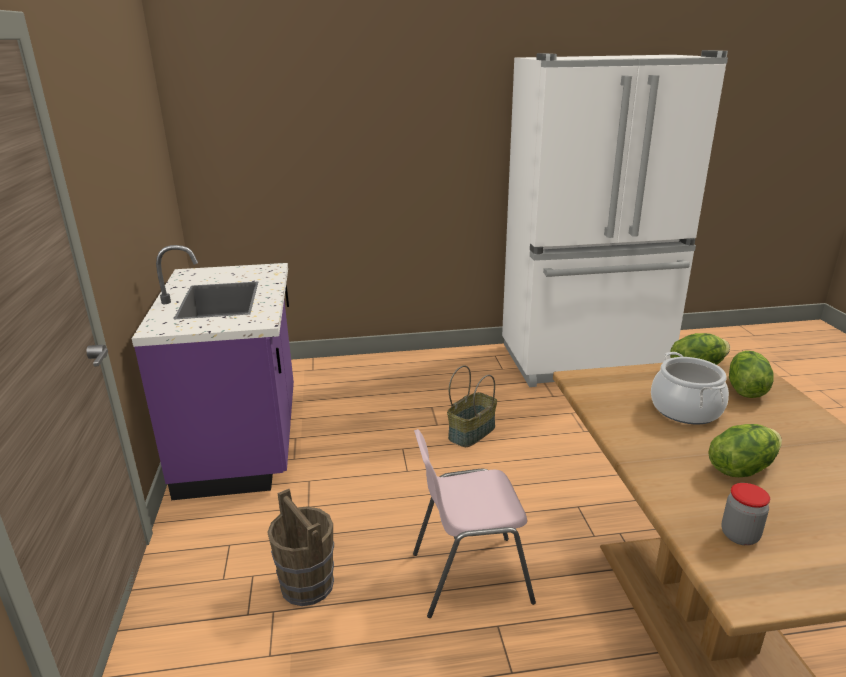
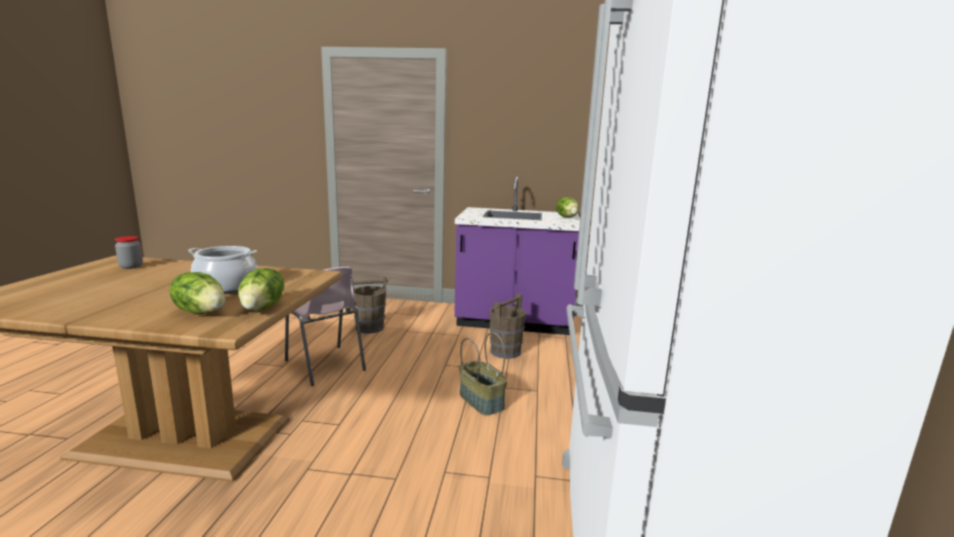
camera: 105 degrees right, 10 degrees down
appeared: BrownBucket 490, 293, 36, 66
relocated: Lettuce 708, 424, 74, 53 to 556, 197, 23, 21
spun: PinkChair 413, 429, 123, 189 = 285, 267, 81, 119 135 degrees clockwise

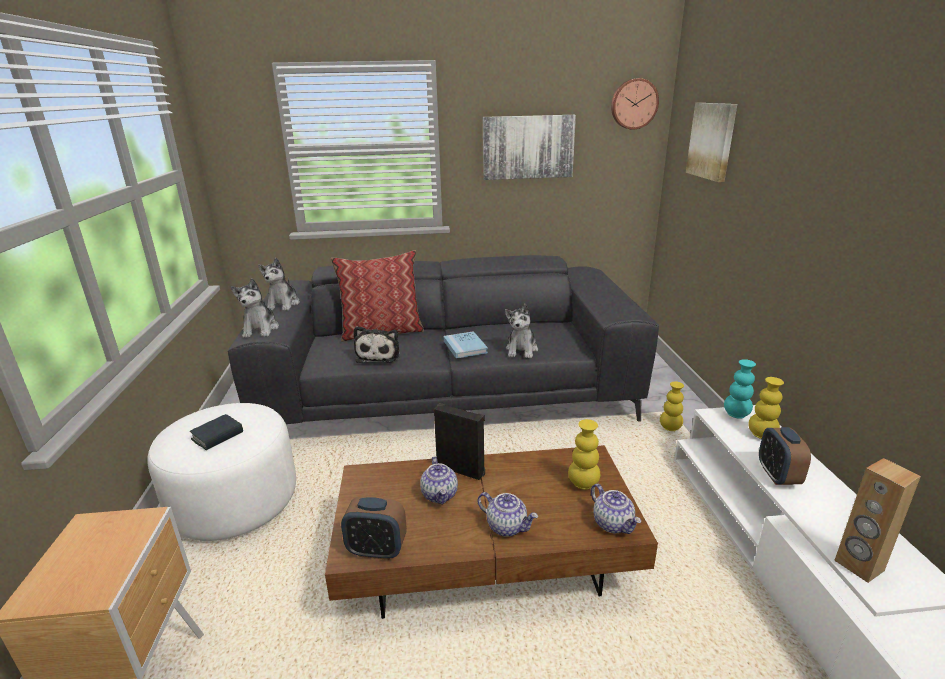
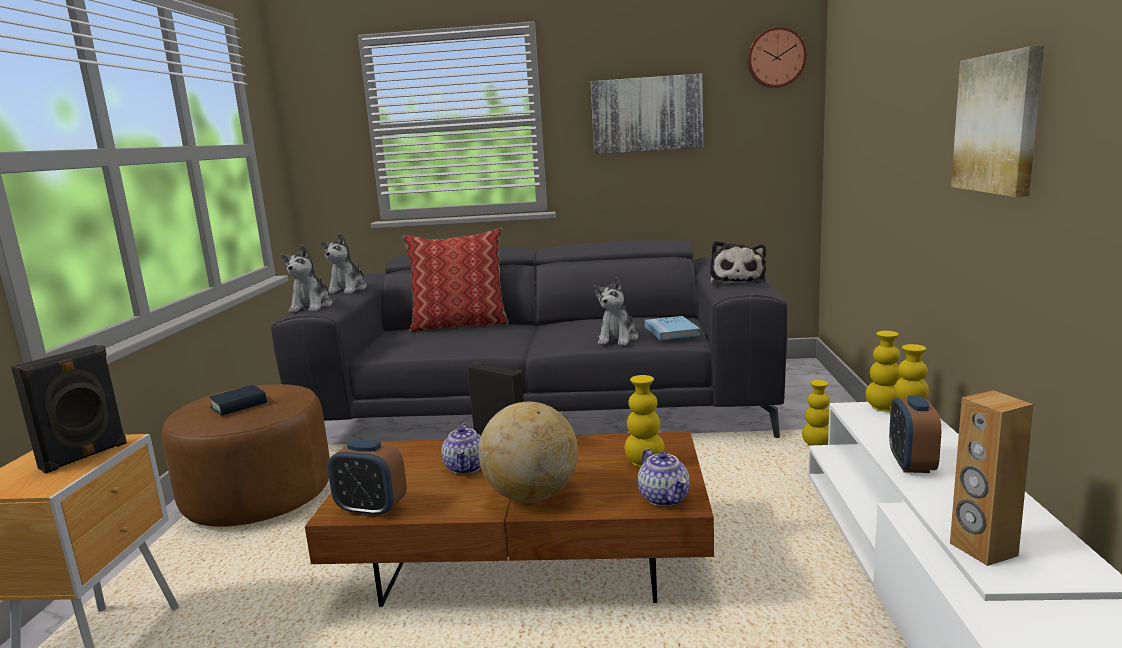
camera: 10 degrees right, 10 degrees down
appeared: BlackSpeaker 11, 345, 116, 129
relocated: Picture 686, 103, 51, 79 to 951, 45, 93, 152; PlushToy 354, 326, 45, 37 to 710, 241, 56, 43; BlueBook 444, 331, 44, 28 to 645, 316, 55, 24
exchanged: Teapot 477, 492, 61, 45 to Globe 479, 402, 99, 100
colour: TurquoiseVase 724, 359, 32, 60 to YellowVase 865, 331, 36, 81; WhiteOttoman 147, 403, 149, 138 to BrownOttoman 162, 384, 168, 143

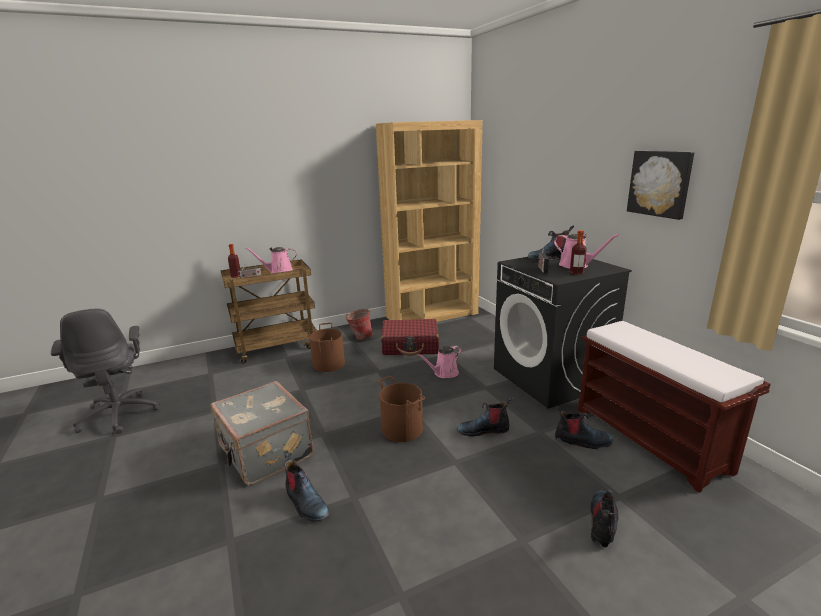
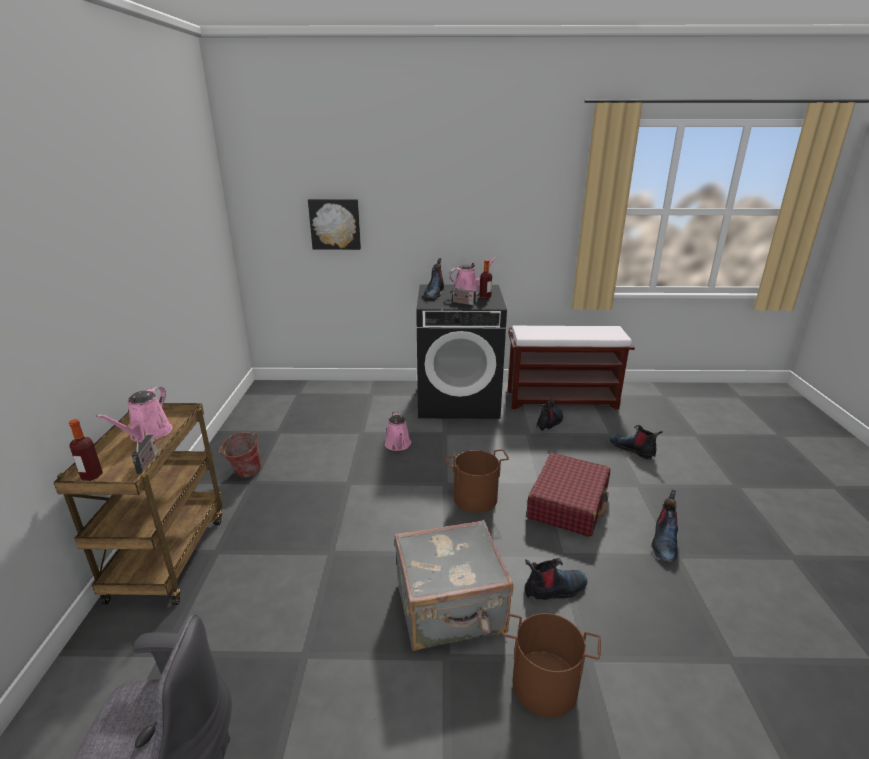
camera: 65 degrees left, 5 degrees up
missing: BrownBookcase 376, 120, 106, 202
relocated: Picture 627, 151, 67, 69 to 308, 199, 53, 51; RedSuitcase 381, 319, 58, 37 to 527, 453, 83, 84; BrownBucket 309, 323, 36, 49 to 503, 613, 98, 105; Boot 457, 397, 56, 40 to 651, 490, 27, 72

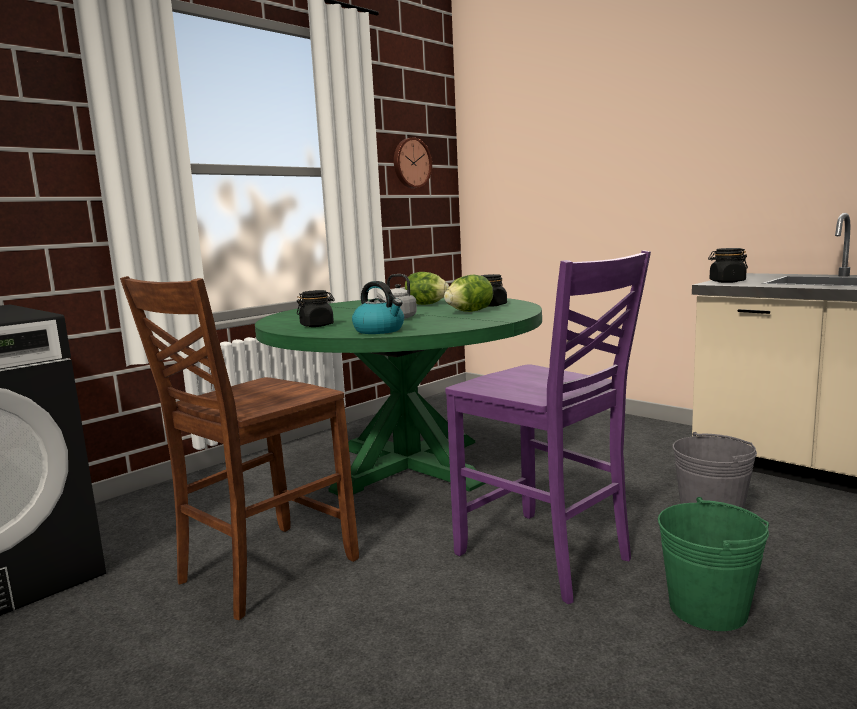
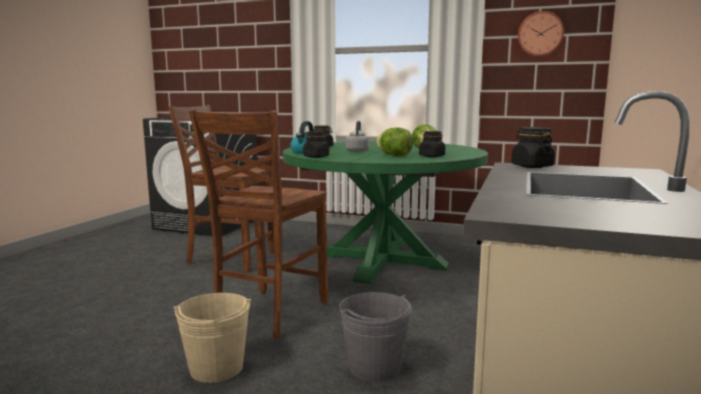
camera: 65 degrees right, 0 degrees up
appeared: BlackJar 303, 131, 26, 27
colour: PurpleChair 445, 250, 206, 354 to BrownChair 189, 110, 139, 229; GreenBucket 658, 497, 111, 134 to BeigeBucket 174, 293, 77, 90

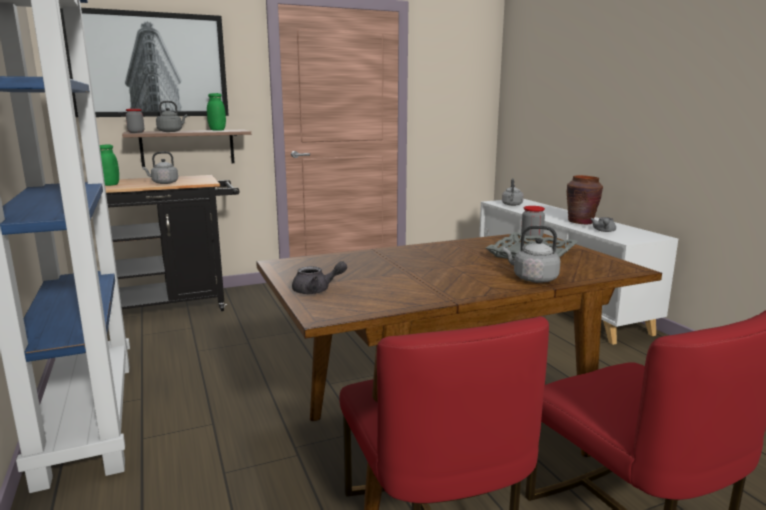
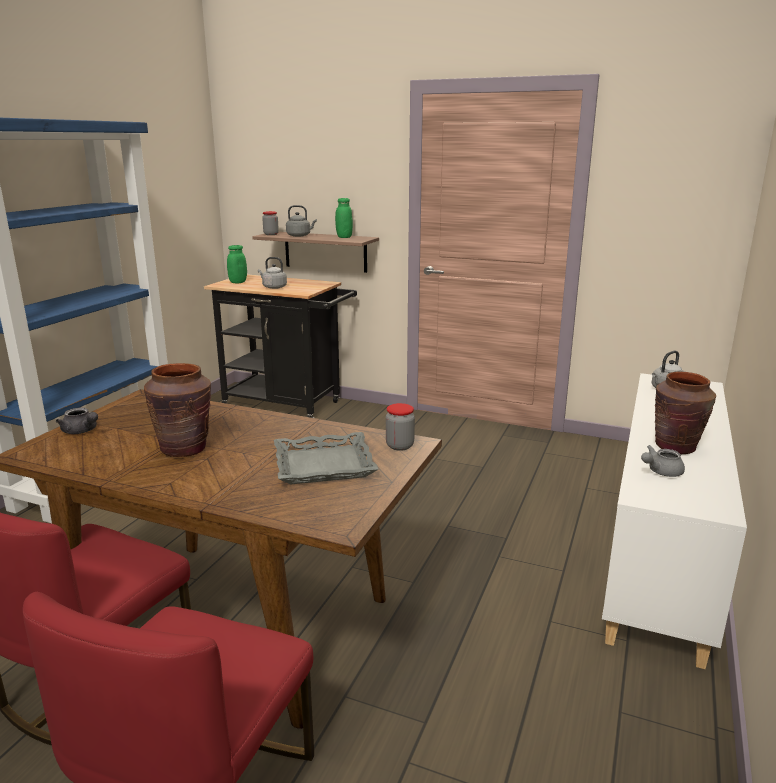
camera: 45 degrees right, 5 degrees up
missing: Picture 60, 8, 169, 109; GreyKettle 503, 226, 58, 57
appeared: BrownVase 144, 363, 67, 94

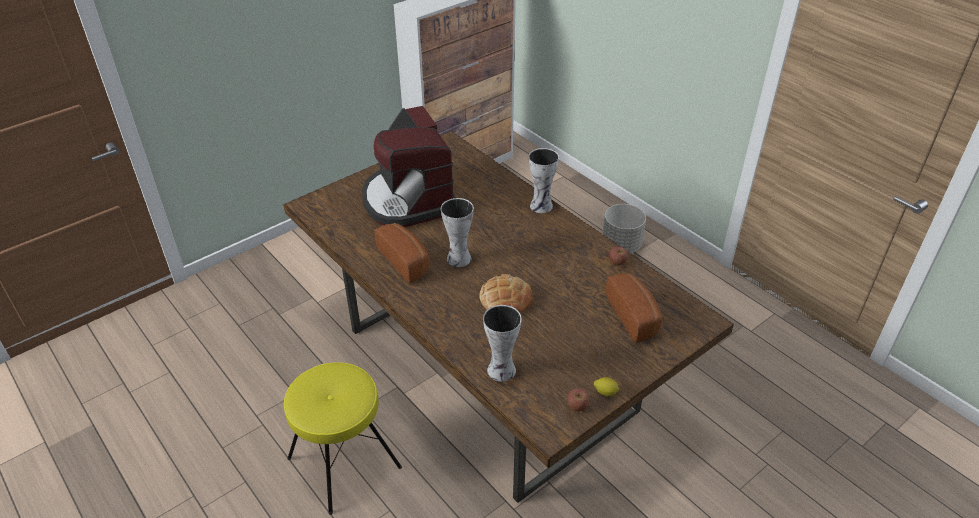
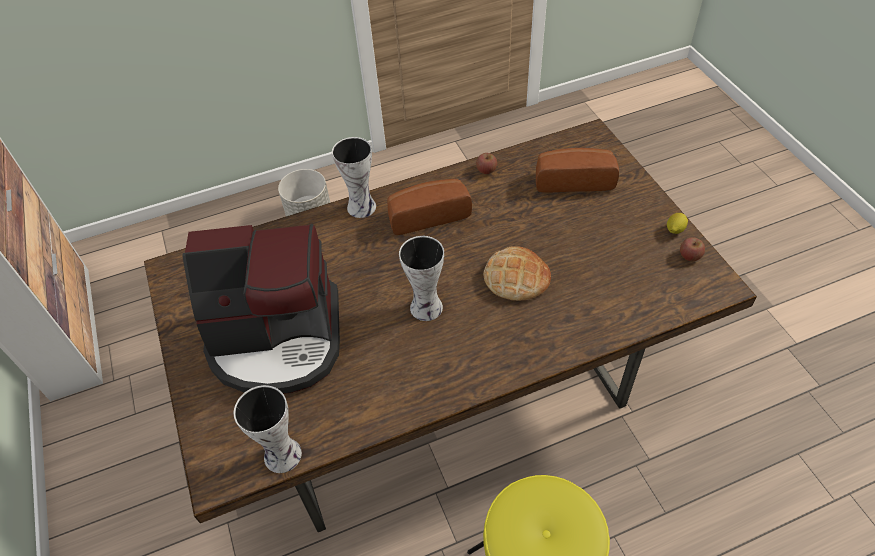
camera: 70 degrees left, 10 degrees up
relocated: Bread 375, 223, 55, 60 to 387, 179, 85, 56; Vase 483, 305, 39, 77 to 234, 385, 68, 88

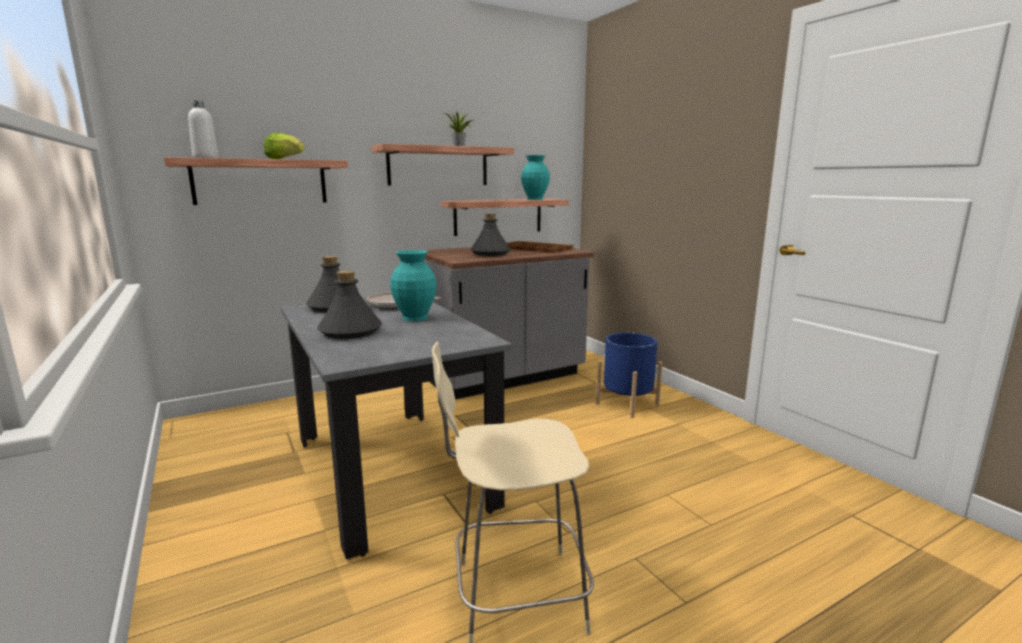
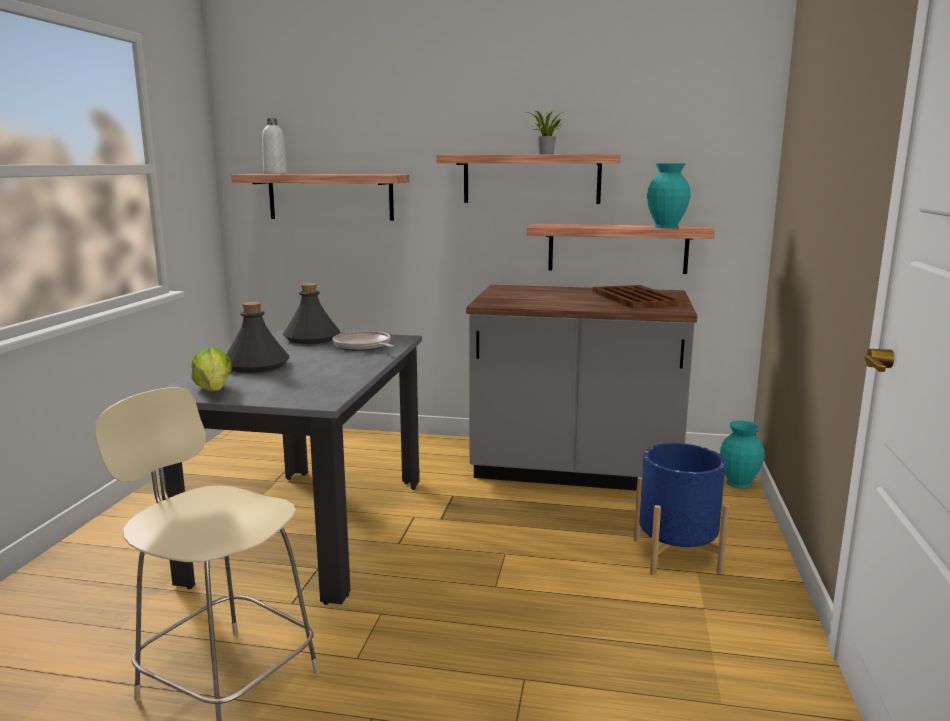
camera: 40 degrees right, 0 degrees up
missing: GreyBottle 470, 213, 40, 43
relocated: Lettuce 264, 132, 41, 27 to 191, 348, 41, 43; TurquoiseVase 390, 250, 46, 71 to 720, 421, 45, 68

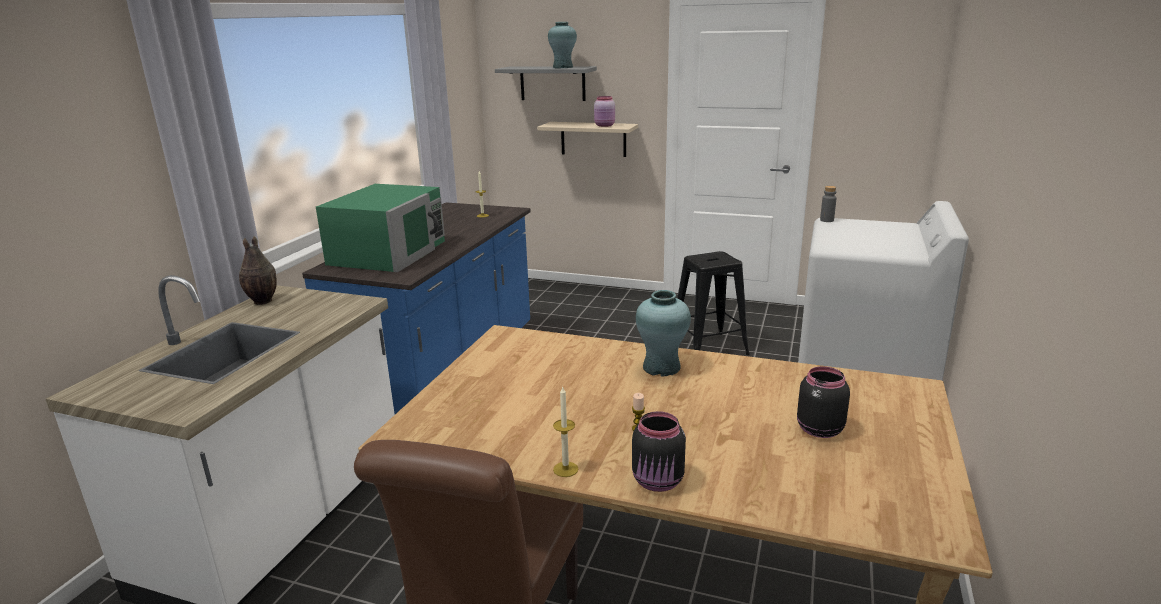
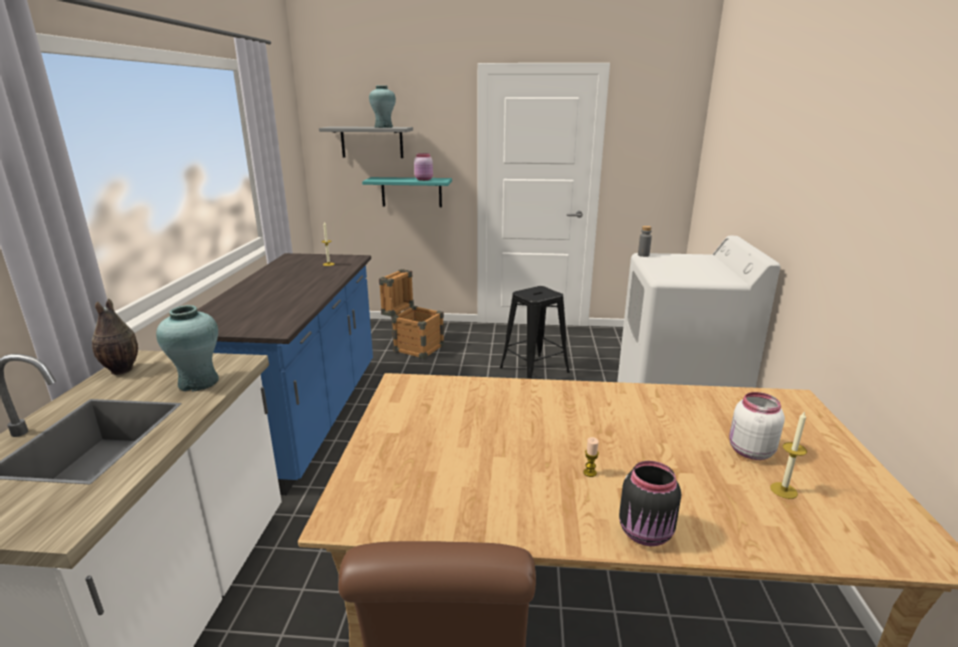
camera: 15 degrees left, 0 degrees up
missing: GreenMicrowave 316, 184, 129, 88
appeared: Crate 379, 269, 65, 90
relocated: TurquoiseVase 636, 290, 55, 87 to 156, 305, 63, 87; Candle 553, 387, 25, 90 to 770, 411, 37, 88
colour: BeigeShelf 537, 122, 101, 35 to TurquoiseShelf 362, 177, 90, 30; BlackJar 797, 366, 53, 72 to WhiteJar 729, 392, 56, 68

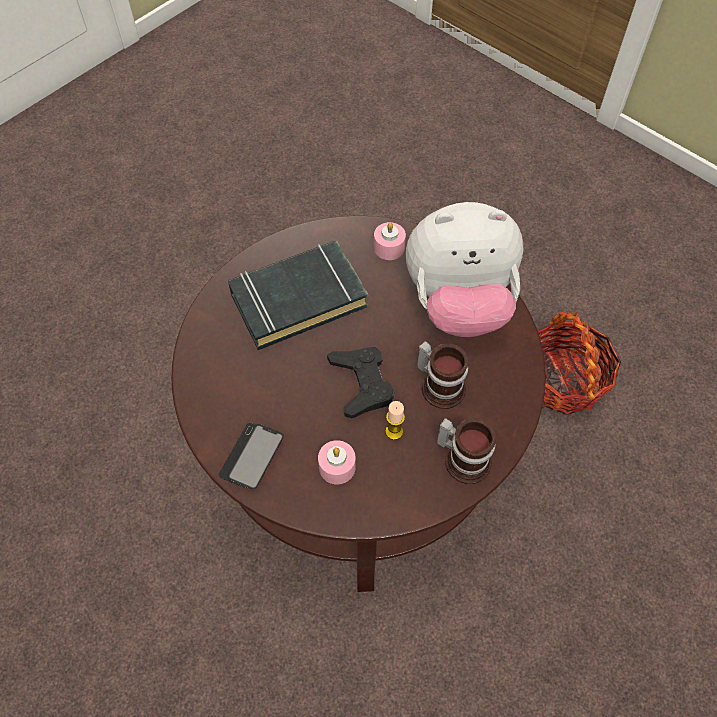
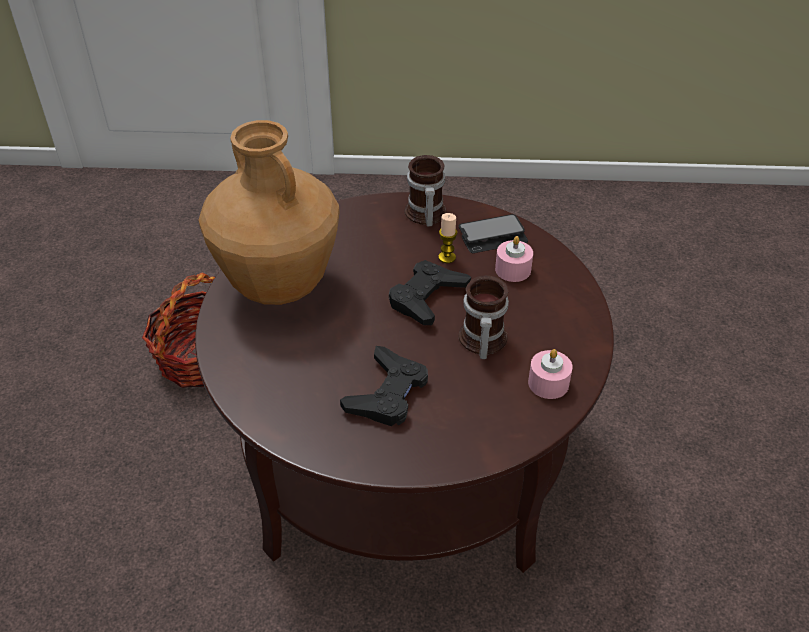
camera: 130 degrees left, 15 degrees down
relocated: PinkCandle 374, 222, 32, 38 to 528, 349, 45, 50; Mug 417, 341, 52, 68 to 459, 275, 50, 84; Phone 219, 423, 65, 66 to 459, 214, 69, 39
exchanged: PlushToy 406, 202, 117, 135 to BrownVase 199, 120, 141, 185; BlackBook 228, 241, 140, 109 to BlackGameController 340, 346, 88, 80

